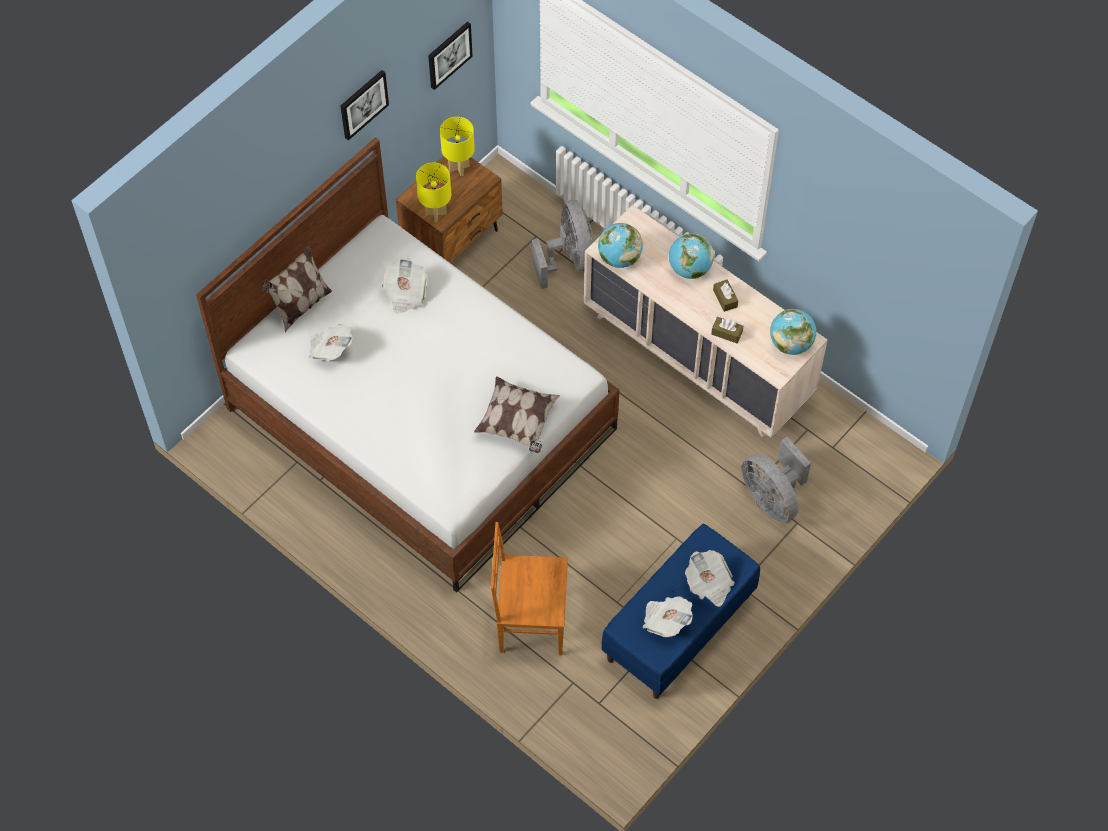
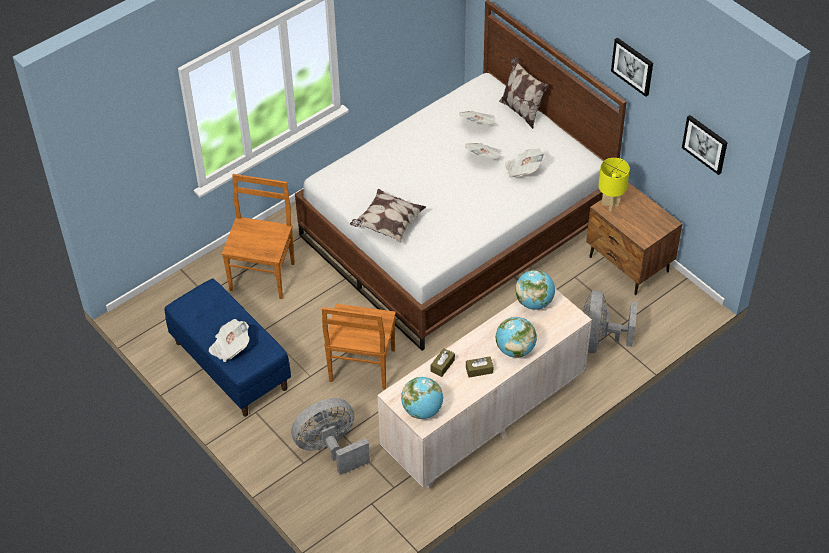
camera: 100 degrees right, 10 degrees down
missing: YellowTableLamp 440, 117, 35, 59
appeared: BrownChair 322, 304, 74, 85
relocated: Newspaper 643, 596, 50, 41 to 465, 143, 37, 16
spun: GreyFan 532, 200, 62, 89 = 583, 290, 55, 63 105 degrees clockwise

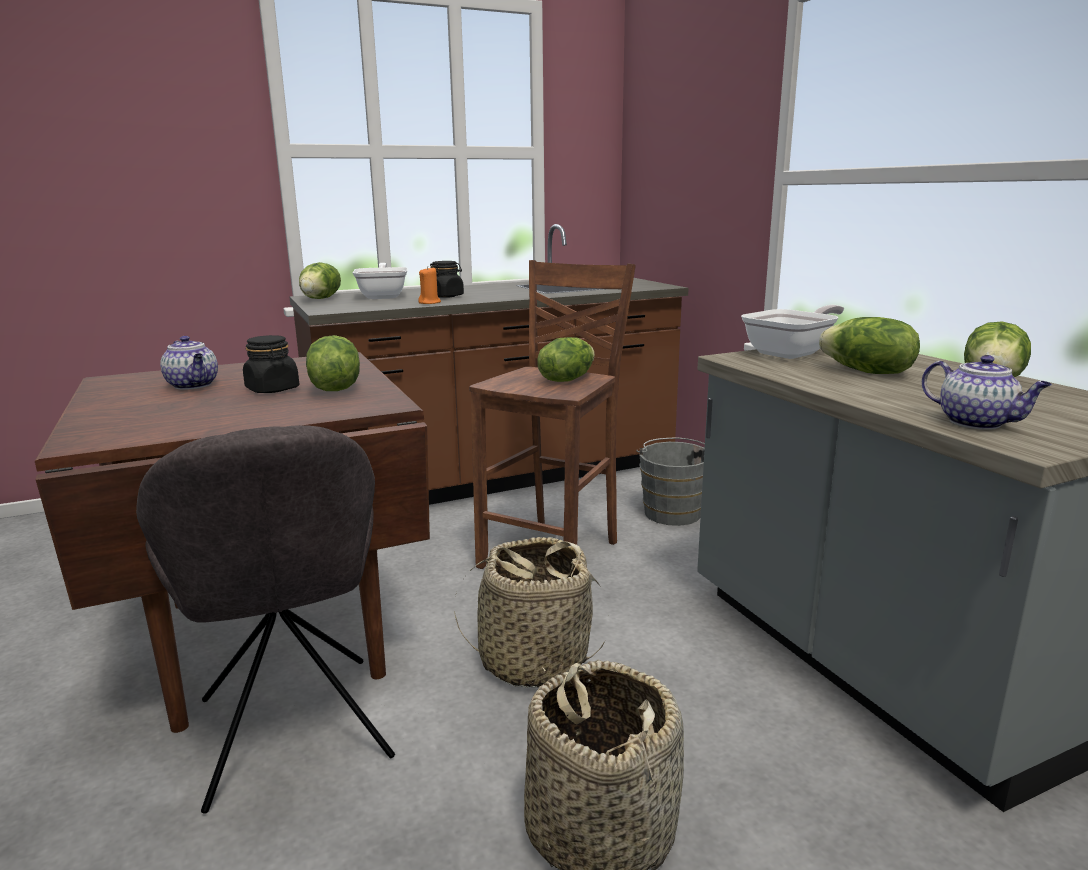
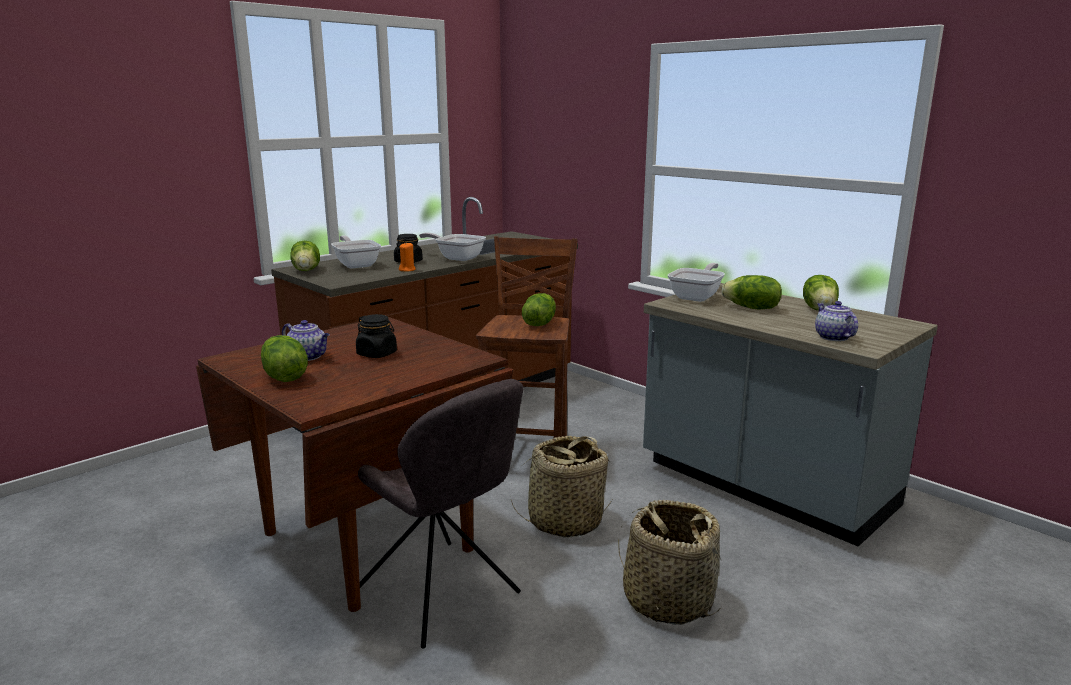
camera: 20 degrees left, 0 degrees up
missing: GreyBucket 636, 438, 69, 88
appeared: FryingPan 419, 233, 67, 28
relocated: Lettuce 306, 335, 54, 56 to 261, 335, 47, 47
spun: Teapot 922, 355, 130, 75 = 815, 301, 43, 40 135 degrees counterclockwise

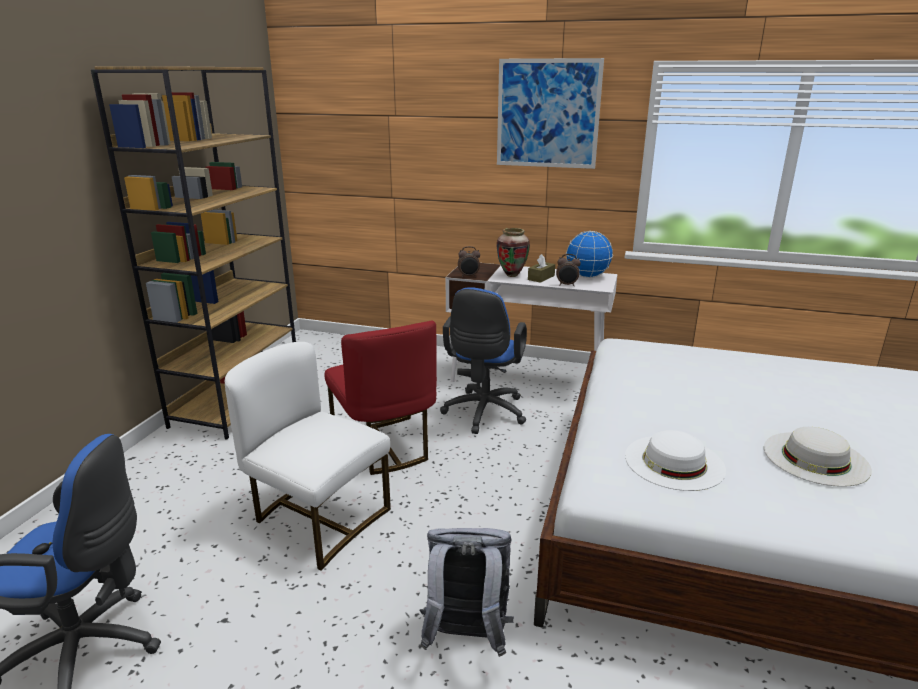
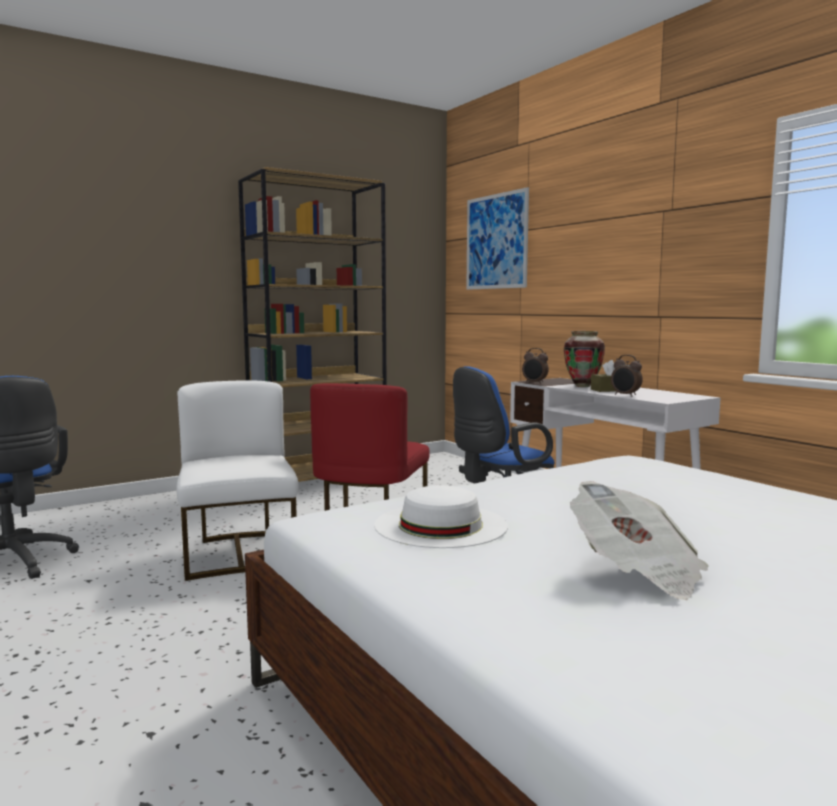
camera: 40 degrees right, 15 degrees down
missing: Globe 566, 231, 47, 47; GreyBackpack 420, 528, 94, 129
relocated: Picture 497, 58, 107, 111 to 466, 187, 63, 103
exchanged: WhiteHat 764, 427, 108, 60 to Newspaper 570, 481, 138, 119

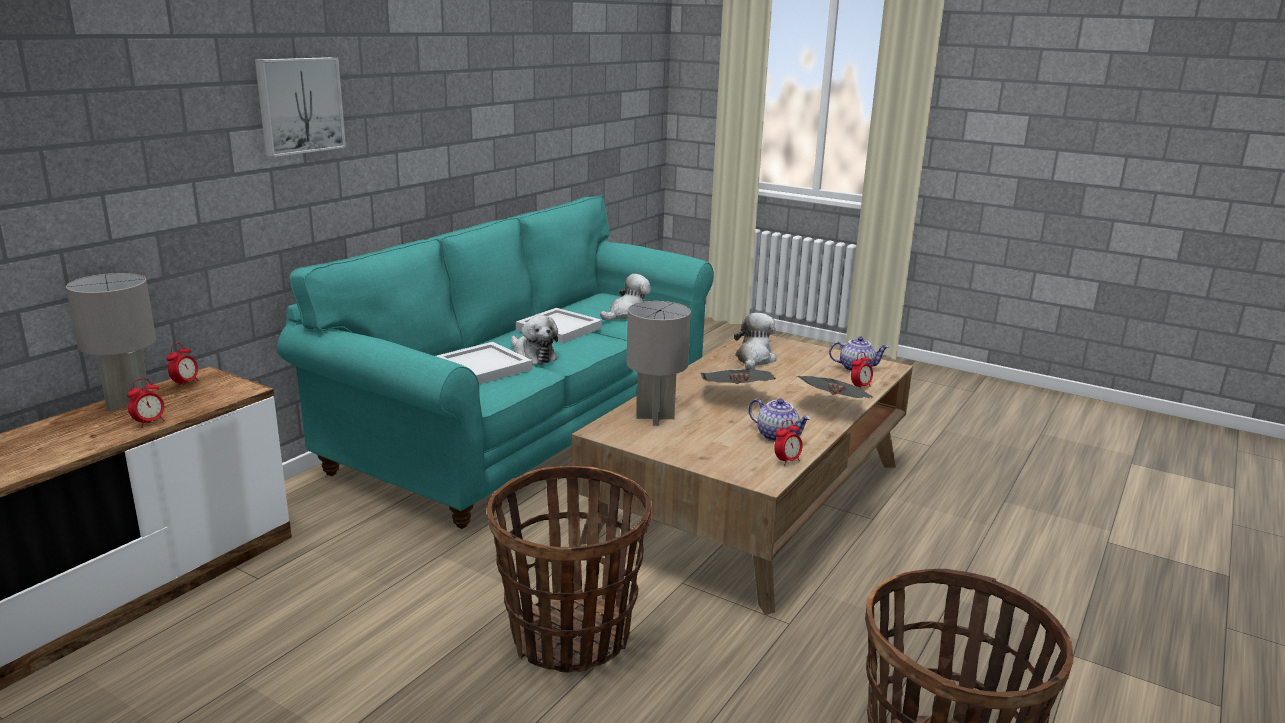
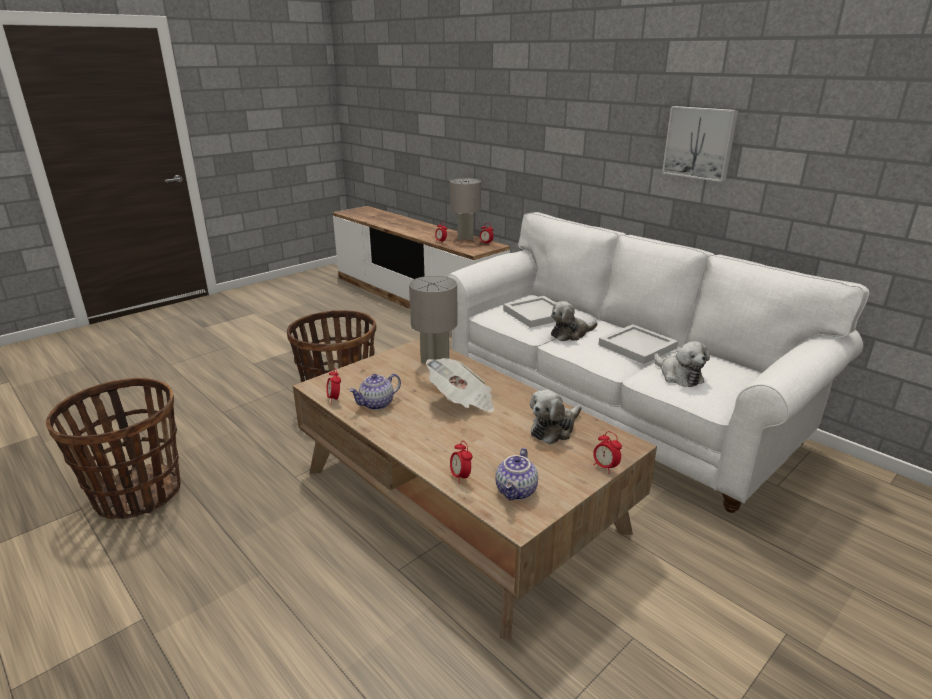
camera: 105 degrees right, 5 degrees up
missing: Newspaper 794, 375, 79, 24
appeared: AlarmClock 593, 431, 29, 43
relocated: Picture 255, 57, 91, 100 to 662, 106, 76, 76
colour: TurquoiseSofa 277, 195, 437, 334 to WhiteSofa 446, 212, 423, 301
spun: PlushToy 734, 313, 42, 56 = 530, 390, 51, 54 105 degrees clockwise

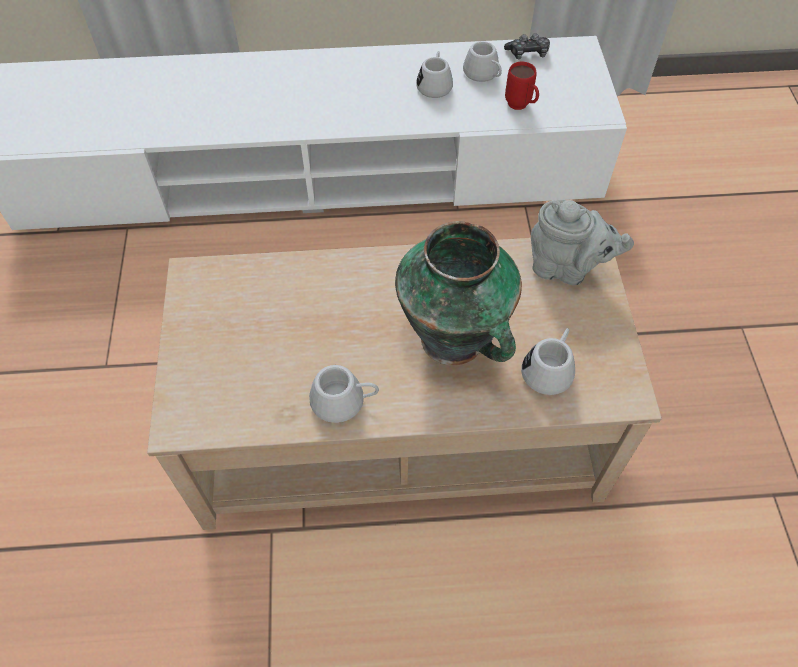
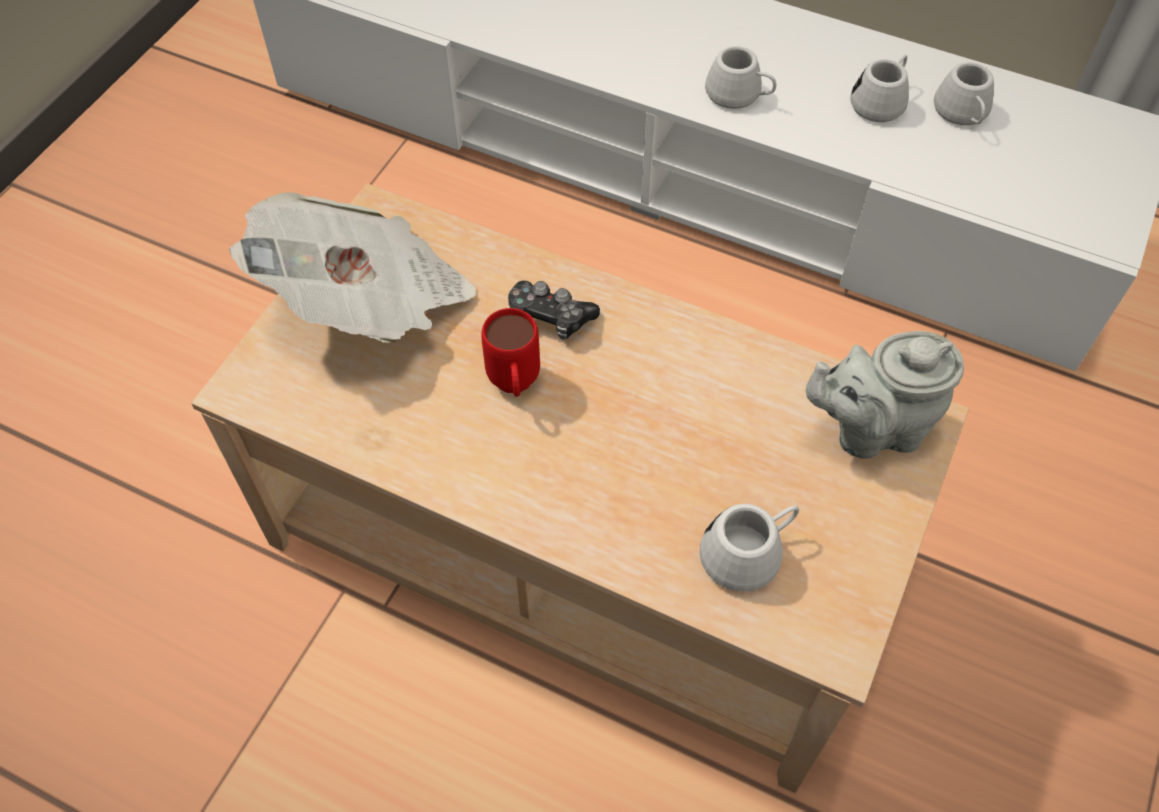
camera: 30 degrees right, 0 degrees up
missing: Vase 395, 221, 127, 145
appeared: Newspaper 229, 192, 247, 151
relocated: GameController 504, 33, 46, 26 to 508, 281, 92, 59; RedMug 505, 62, 34, 48 to 481, 308, 59, 89; WhiteMug 309, 365, 70, 58 to 705, 46, 71, 63
spun: GreyTeapot 531, 200, 103, 85 = 806, 331, 158, 128 120 degrees clockwise

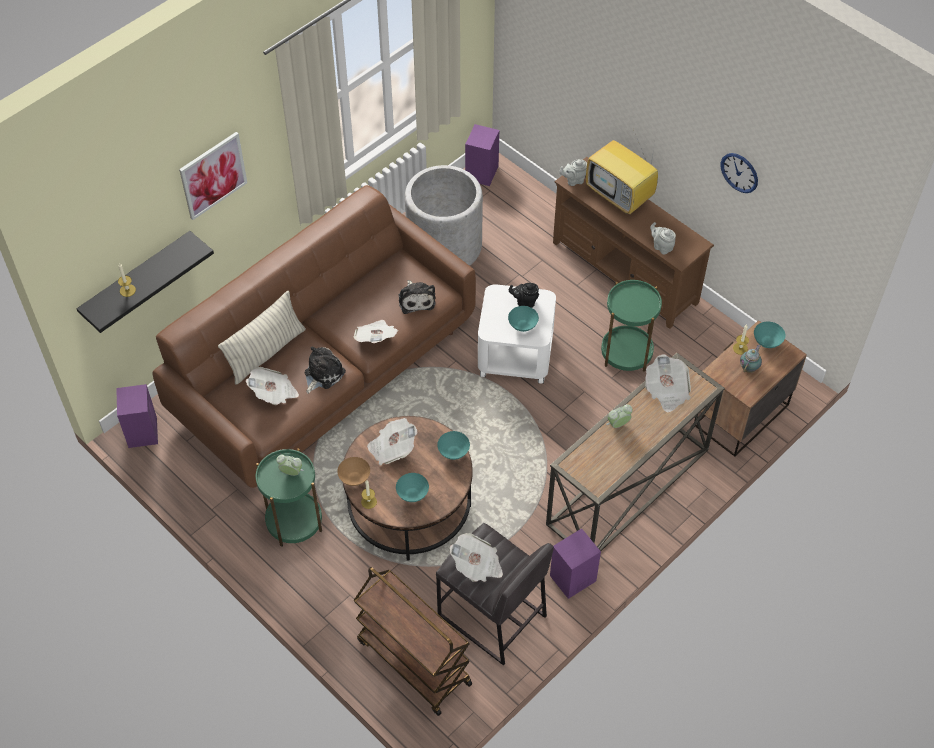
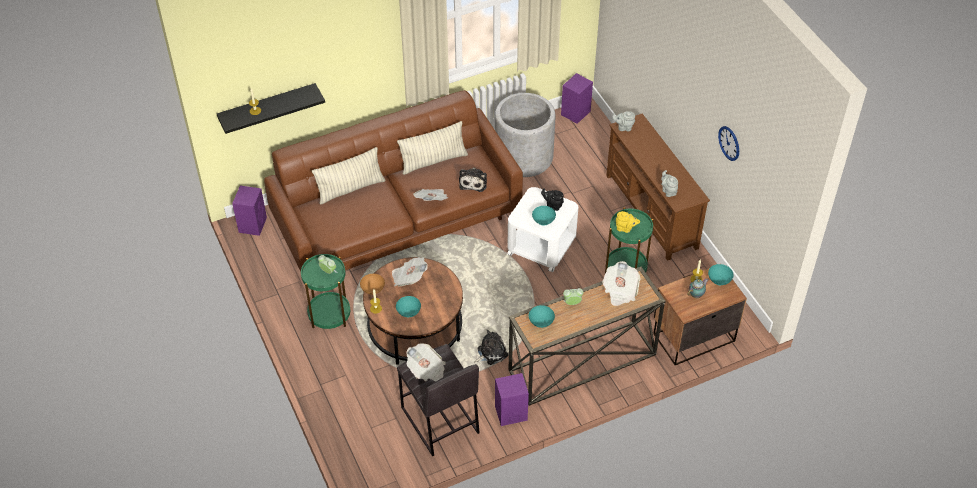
camera: 20 degrees right, 5 degrees down
missing: Television 586, 129, 72, 85; Picture 179, 132, 68, 88; Newspaper 246, 367, 53, 38; BrownCart 354, 567, 118, 149
appeared: Pillow 397, 121, 71, 54; YellowTeapot 616, 211, 24, 22
relocated: PlushToy 305, 347, 41, 47 to 475, 330, 33, 35; TurquoiseBowl 437, 431, 33, 29 to 529, 305, 26, 23

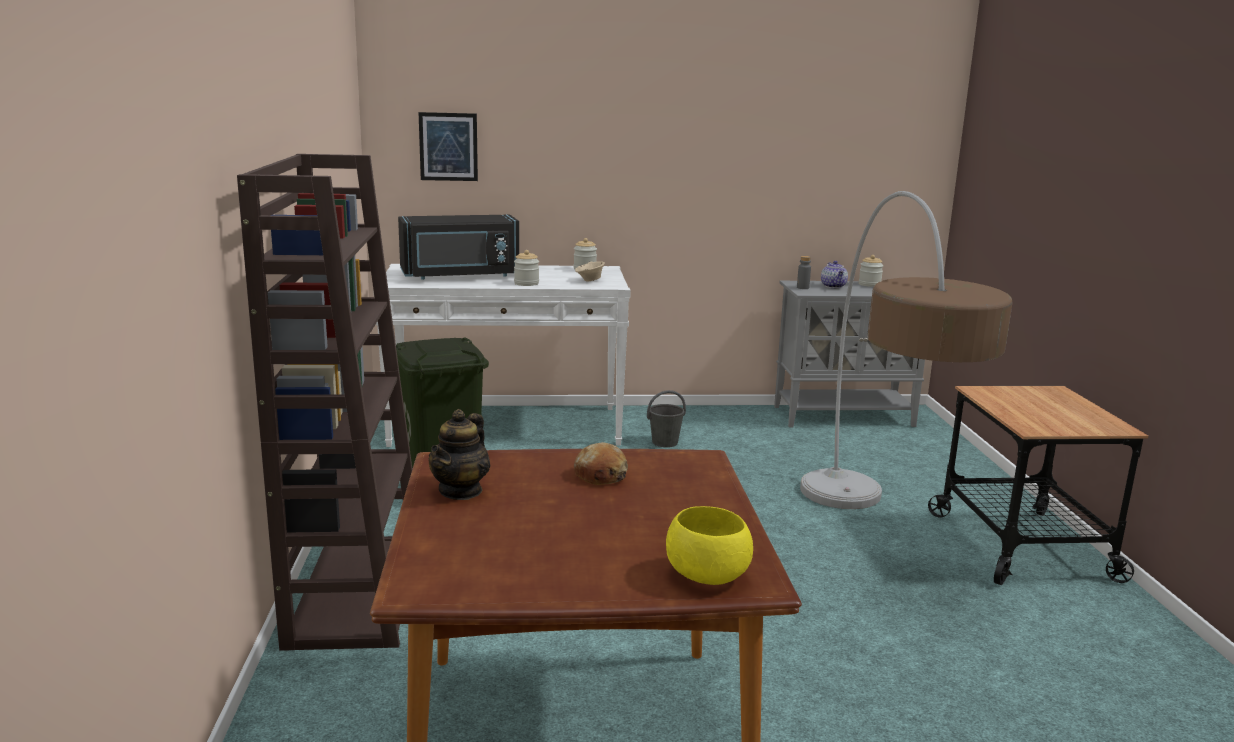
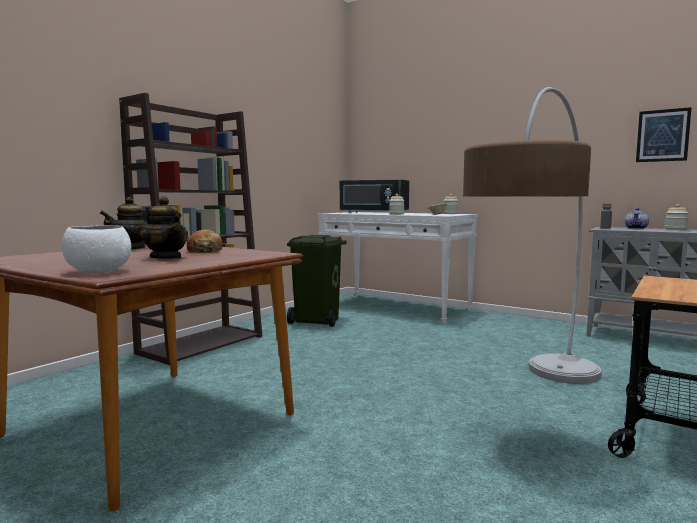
camera: 40 degrees right, 10 degrees down
missing: GreyBucket 647, 390, 39, 57
appeared: Teapot 142, 196, 46, 63
relocated: Picture 419, 112, 59, 69 to 636, 107, 56, 55
colour: YellowBowl 666, 506, 87, 79 to WhiteBowl 62, 225, 69, 48

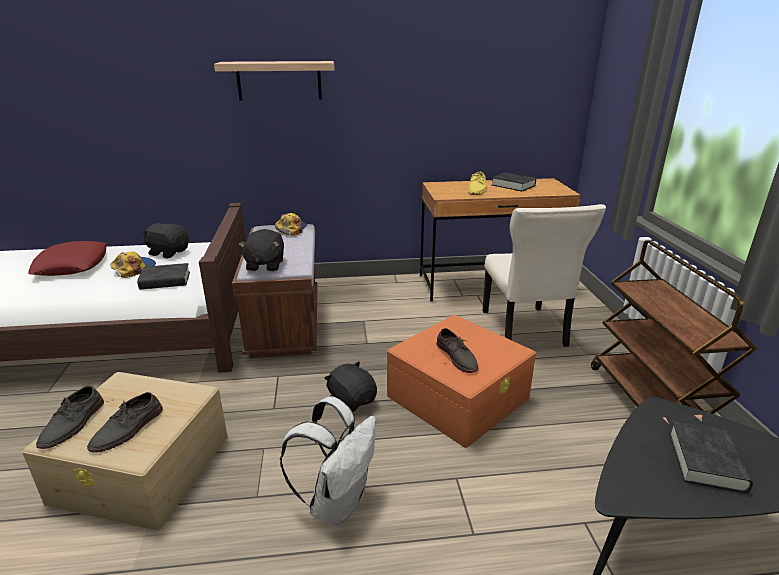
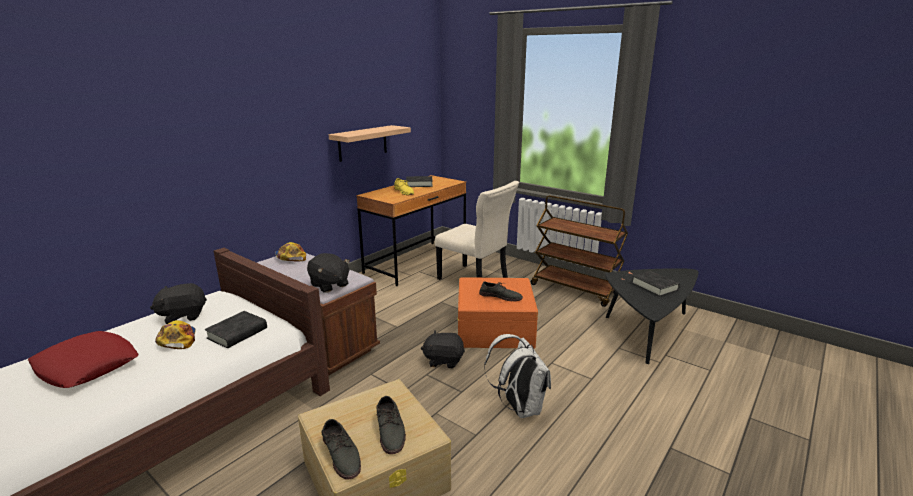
camera: 45 degrees left, 5 degrees down
relocated: Shelf 214, 61, 121, 40 to 329, 125, 82, 37

